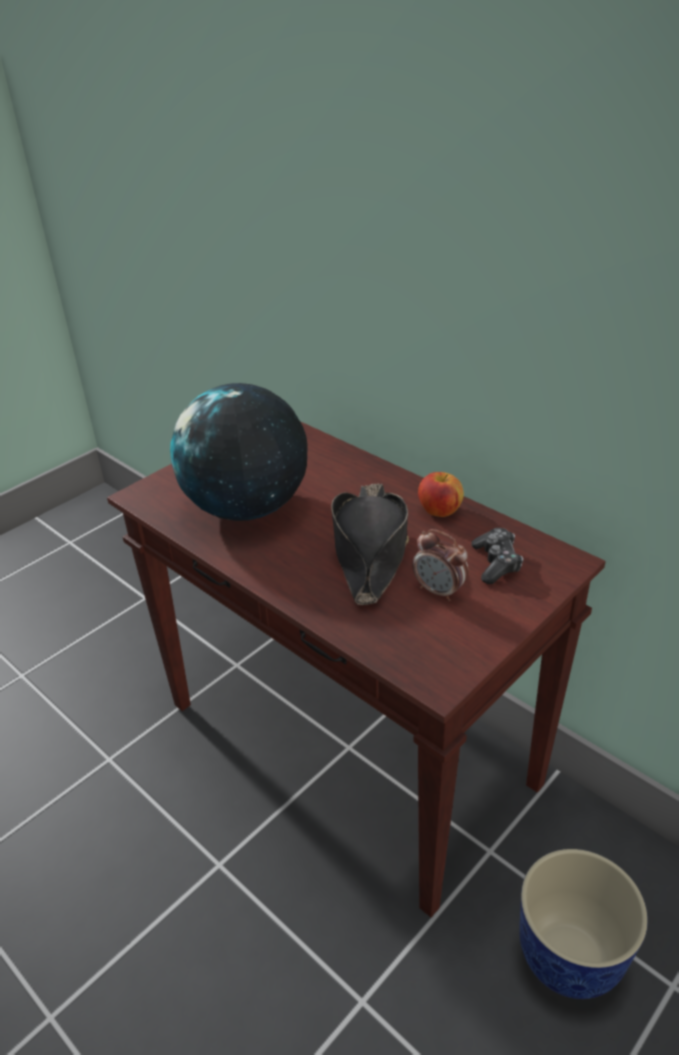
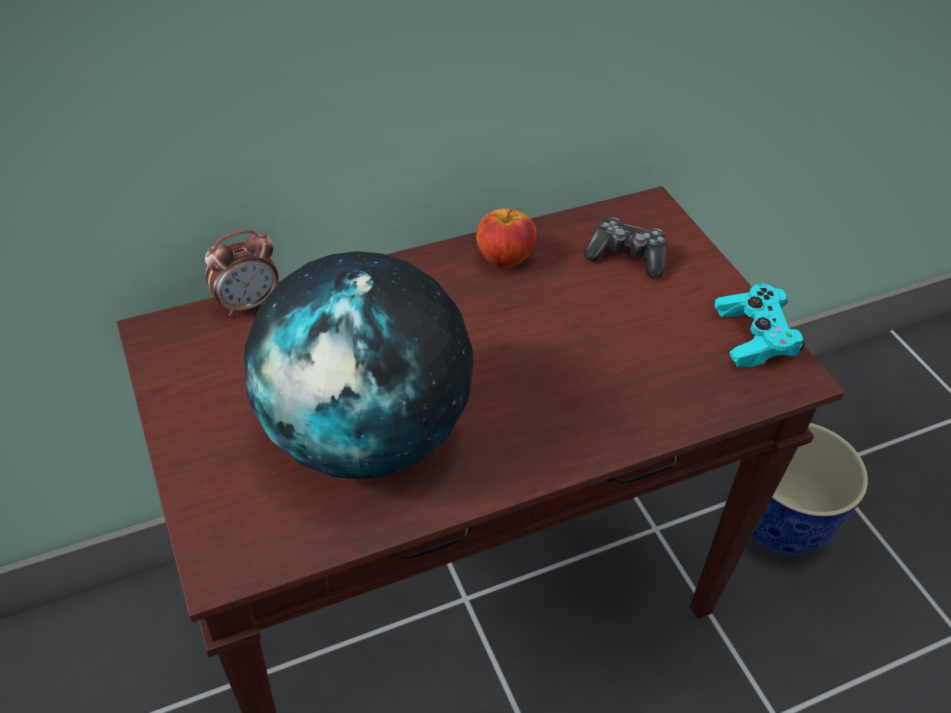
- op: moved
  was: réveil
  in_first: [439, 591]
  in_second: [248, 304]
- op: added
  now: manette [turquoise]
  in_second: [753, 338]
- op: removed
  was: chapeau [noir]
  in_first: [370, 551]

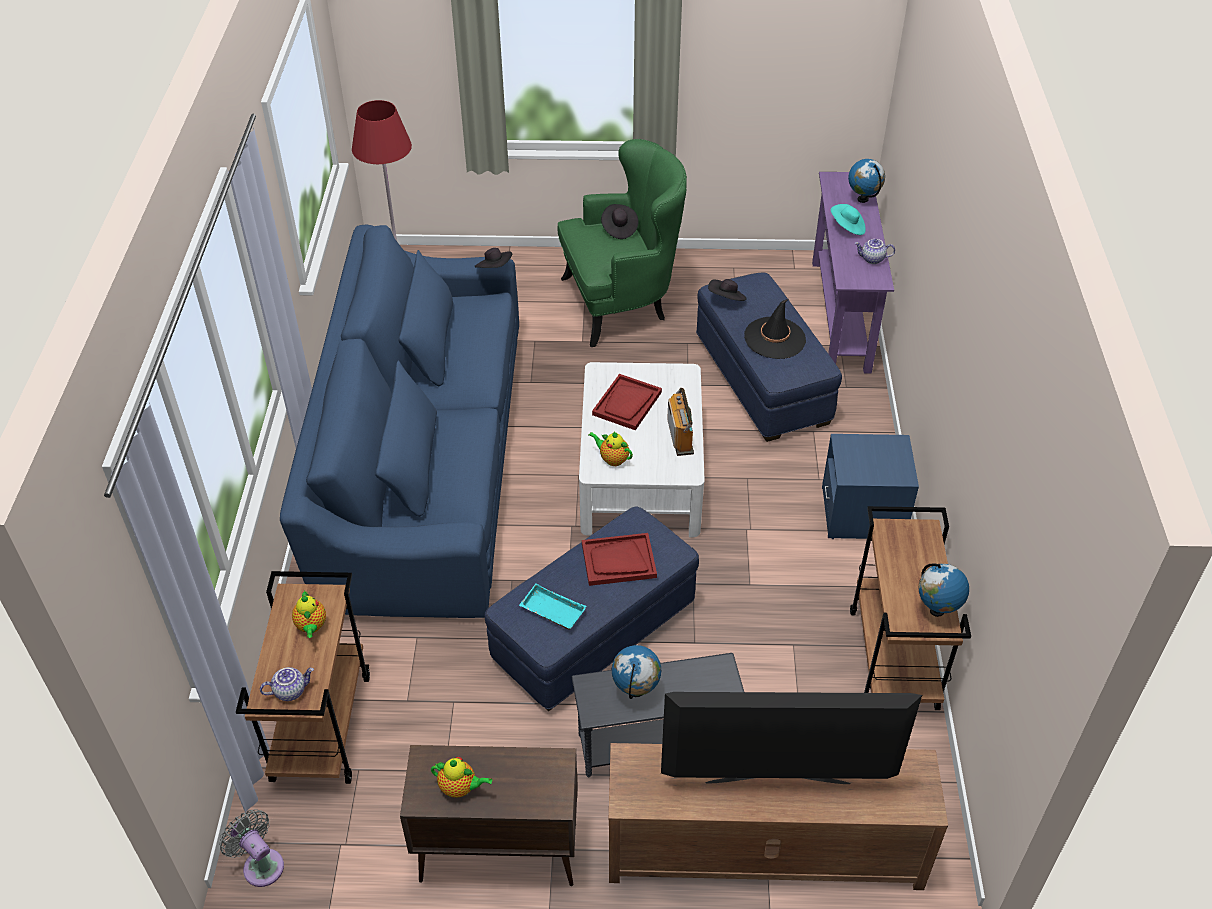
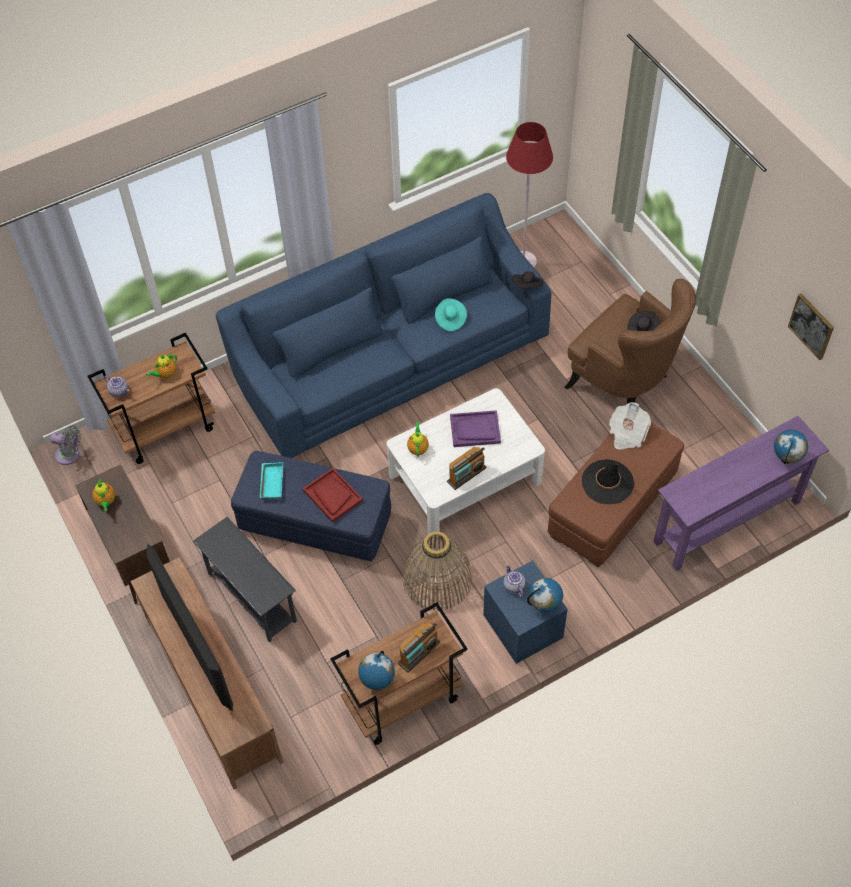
- op: turned
  was: ventilateur [gris]
  in_first: [261, 864]
  in_second: [70, 455]
  clockwise: 90
- op: added
  now: radio
  in_second: [419, 653]
- op: added
  now: panier
  in_second: [437, 579]
- op: moved
  was: chapeau [turquoise]
  in_first: [847, 227]
  in_second: [450, 319]
- op: recoloured
  was: plateau [rouge]
  now: plateau [violet]
  in_first: [627, 404]
  in_second: [475, 430]
- op: moved
  was: théière
  in_first: [872, 259]
  in_second: [513, 586]
- op: moved
  was: globe
  in_first: [636, 691]
  in_second: [544, 606]
- op: recoloured
  was: pouf [bleu]
  now: pouf [marron]
  in_first: [762, 380]
  in_second: [612, 505]
- op: recoloured
  was: fauteuil [vert]
  now: fauteuil [marron]
  in_first: [621, 303]
  in_second: [625, 380]
- op: replaced
  was: chapeau [noir]
  now: journal
  in_first: [727, 299]
  in_second: [627, 433]
- op: added
  now: tableau
  in_second: [811, 326]

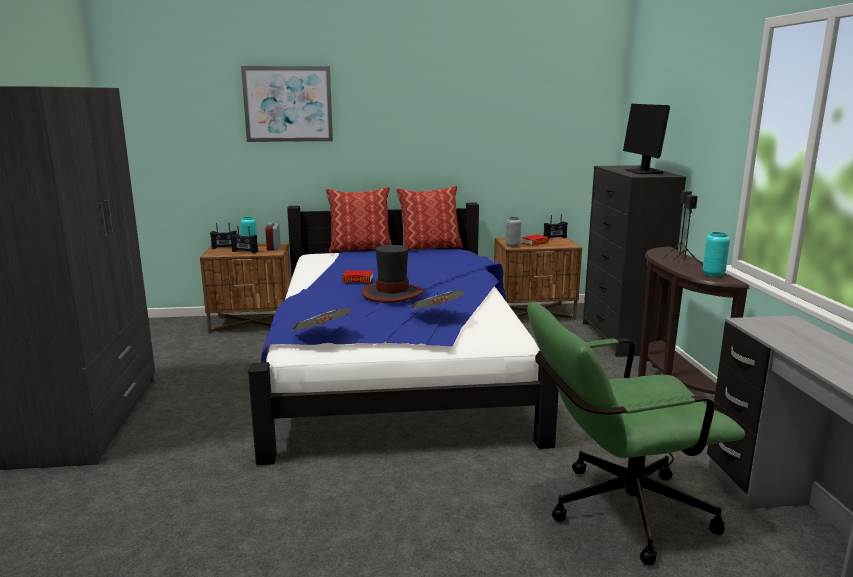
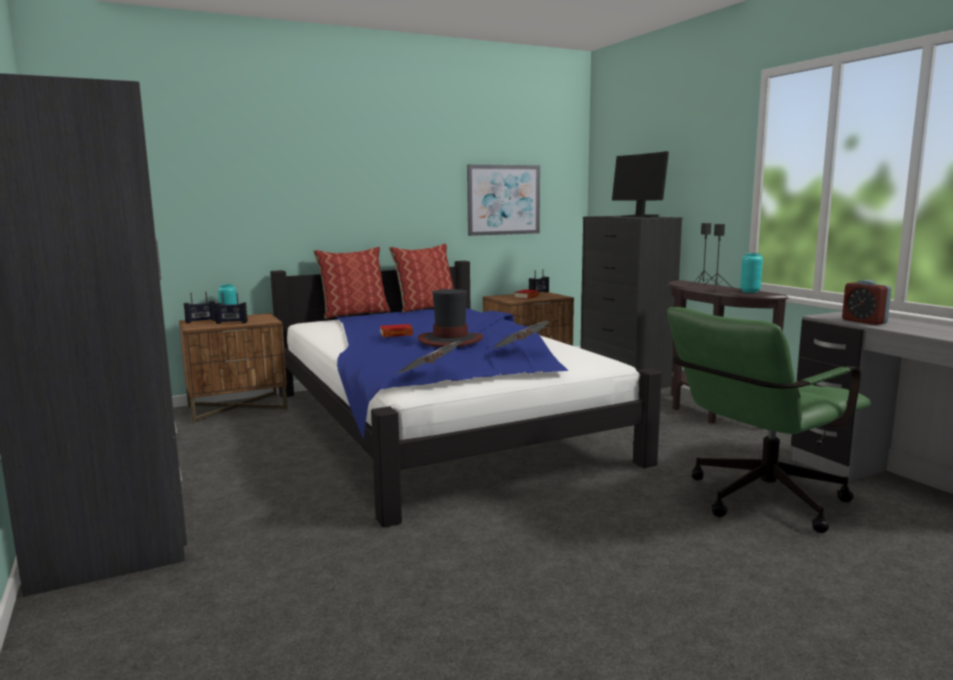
- op: moved
  was: tableau
  in_first: [288, 104]
  in_second: [503, 200]
- op: moved
  was: réveil
  in_first: [273, 248]
  in_second: [864, 321]
- op: removed
  was: vase [gris]
  in_first: [513, 246]

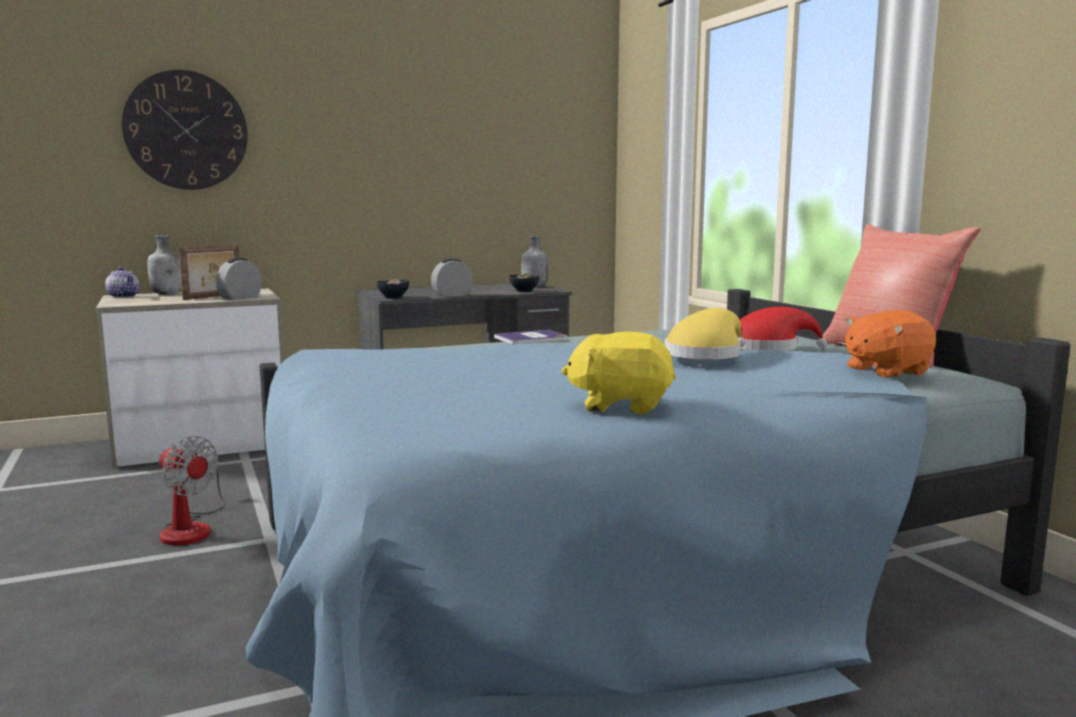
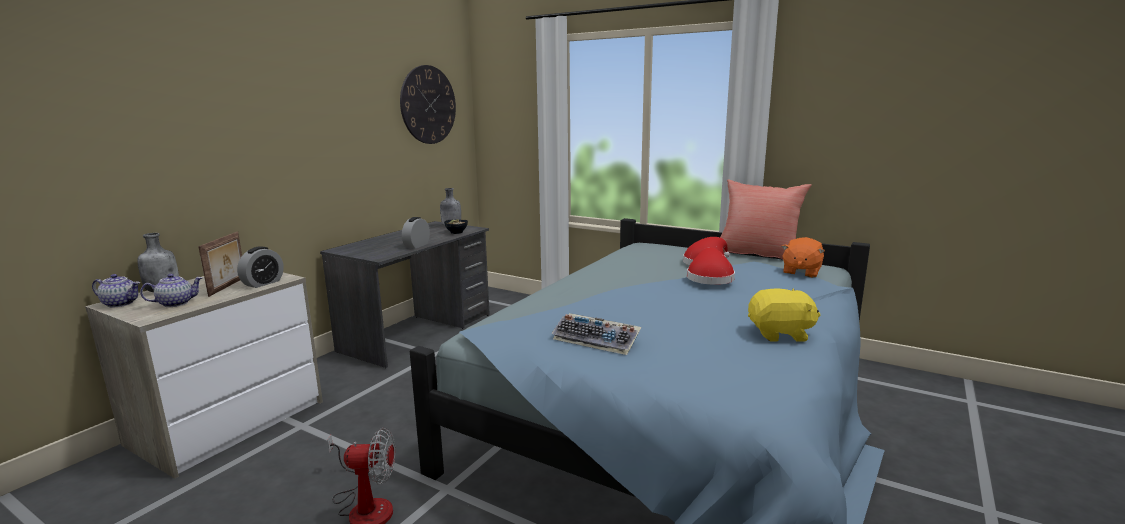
- op: added
  now: théière
  in_second: [176, 303]
- op: turned
  was: réveil
  in_first: [240, 298]
  in_second: [263, 283]
  clockwise: -150
- op: moved
  was: horloge murale
  in_first: [186, 130]
  in_second: [428, 105]
- op: added
  now: clavier
  in_second: [597, 340]
- op: recoloured
  was: chapeau [jaune]
  now: chapeau [rouge]
  in_first: [705, 354]
  in_second: [709, 277]
- op: turned
  was: peluche [jaune]
  in_first: [620, 406]
  in_second: [780, 334]
  clockwise: -150
- op: removed
  was: bol
  in_first: [394, 297]
- op: removed
  was: livre
  in_first: [531, 339]

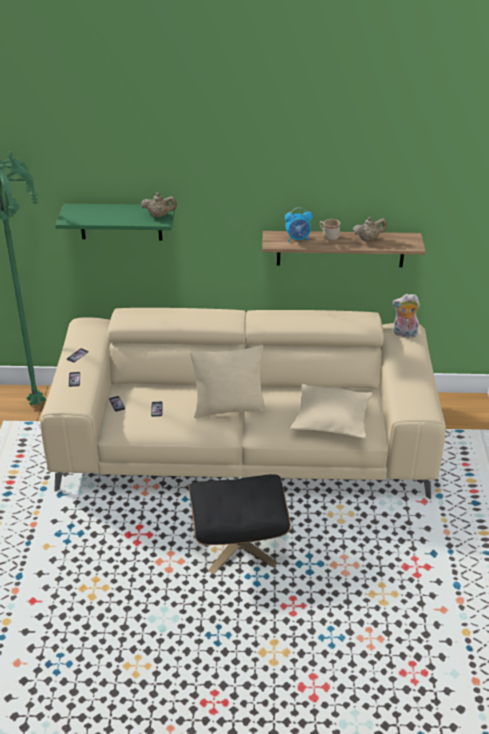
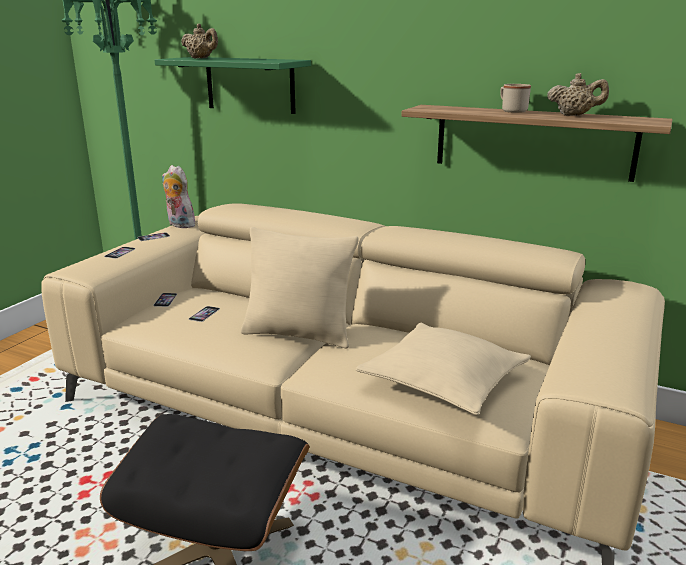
- op: moved
  was: peluche
  in_first: [404, 334]
  in_second: [179, 225]
- op: moved
  was: théière [beige]
  in_first: [159, 216]
  in_second: [201, 58]
- op: removed
  was: réveil
  in_first: [298, 239]

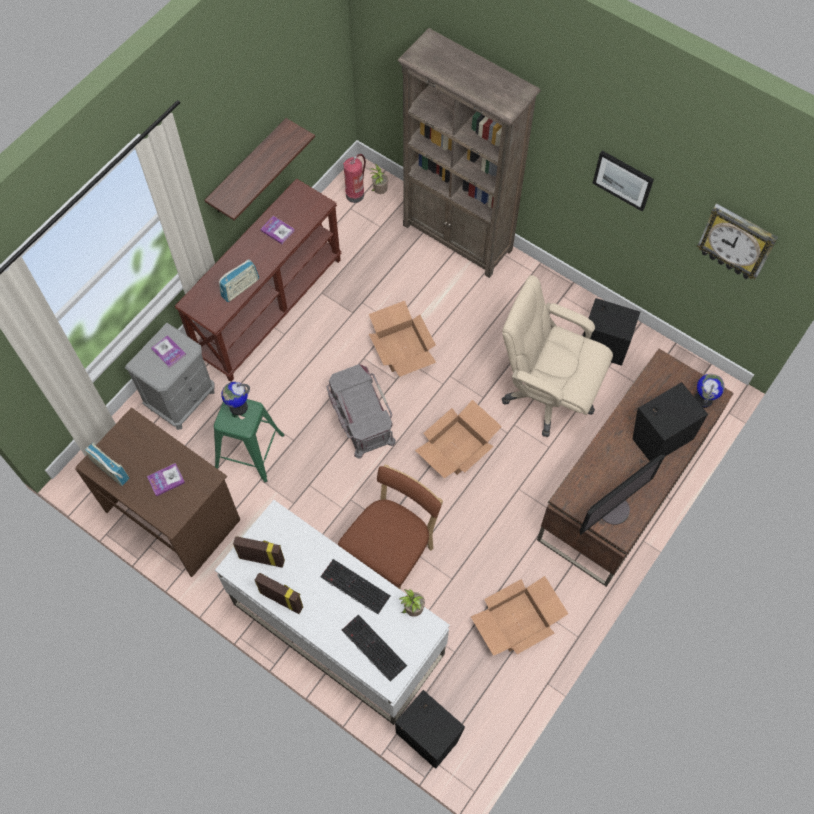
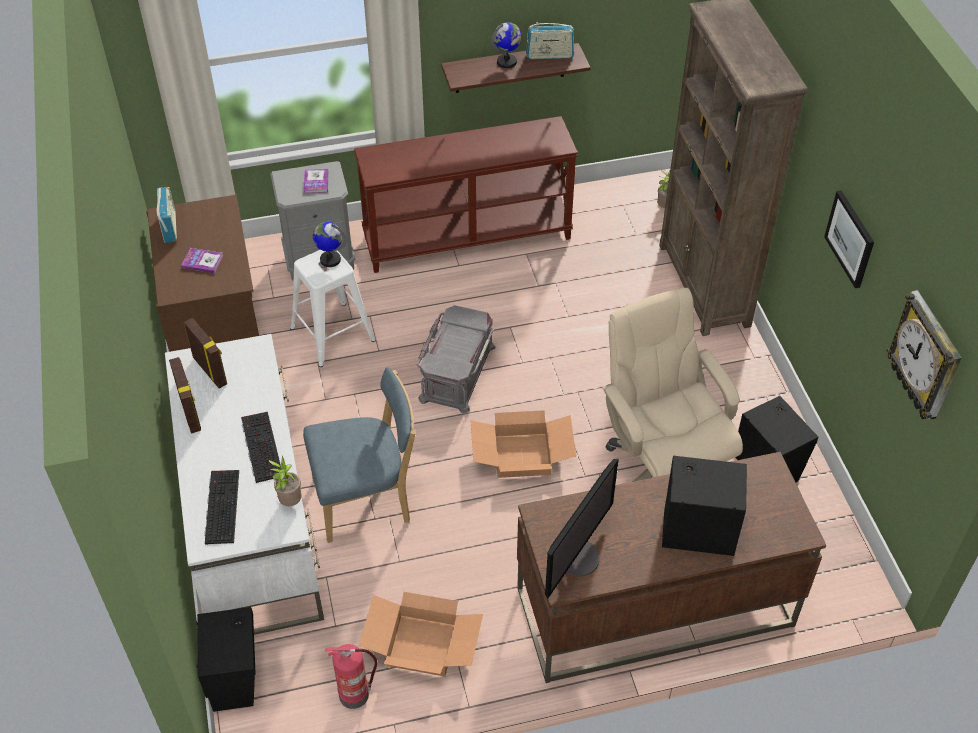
- op: recoloured
  was: tabouret [vert]
  now: tabouret [blanc]
  in_first: [250, 450]
  in_second: [333, 334]
- op: recoloured
  was: chaise [marron]
  now: chaise [bleu]
  in_first: [392, 554]
  in_second: [366, 500]
- op: moved
  was: extincteur
  in_first: [355, 194]
  in_second: [355, 694]
- op: moved
  was: globe
  in_first: [703, 399]
  in_second: [507, 62]
- op: moved
  was: radio
  in_first: [240, 288]
  in_second: [549, 55]
- op: turned
  was: écran d'ordinateur
  in_first: [613, 508]
  in_second: [577, 557]
  clockwise: -60
- op: removed
  was: livre
  in_first: [277, 230]
- op: removed
  was: carton
  in_first: [401, 348]

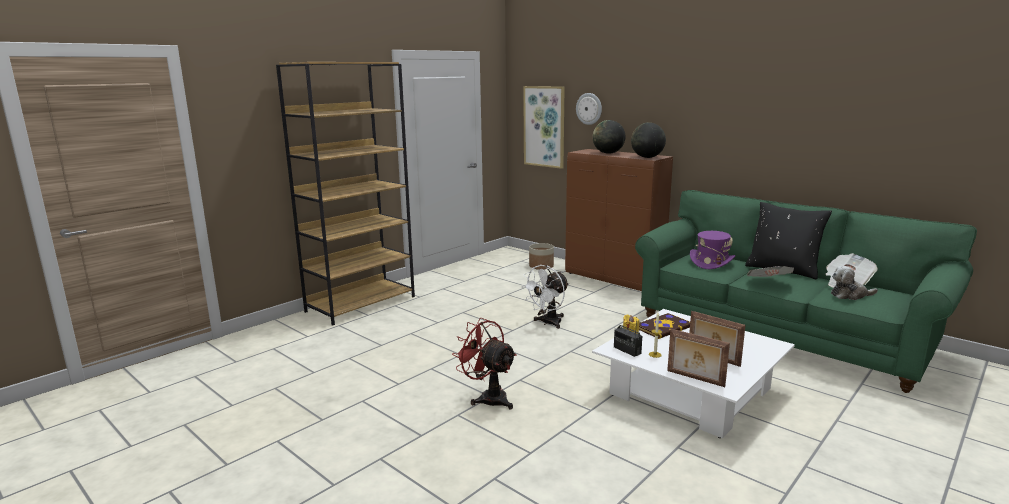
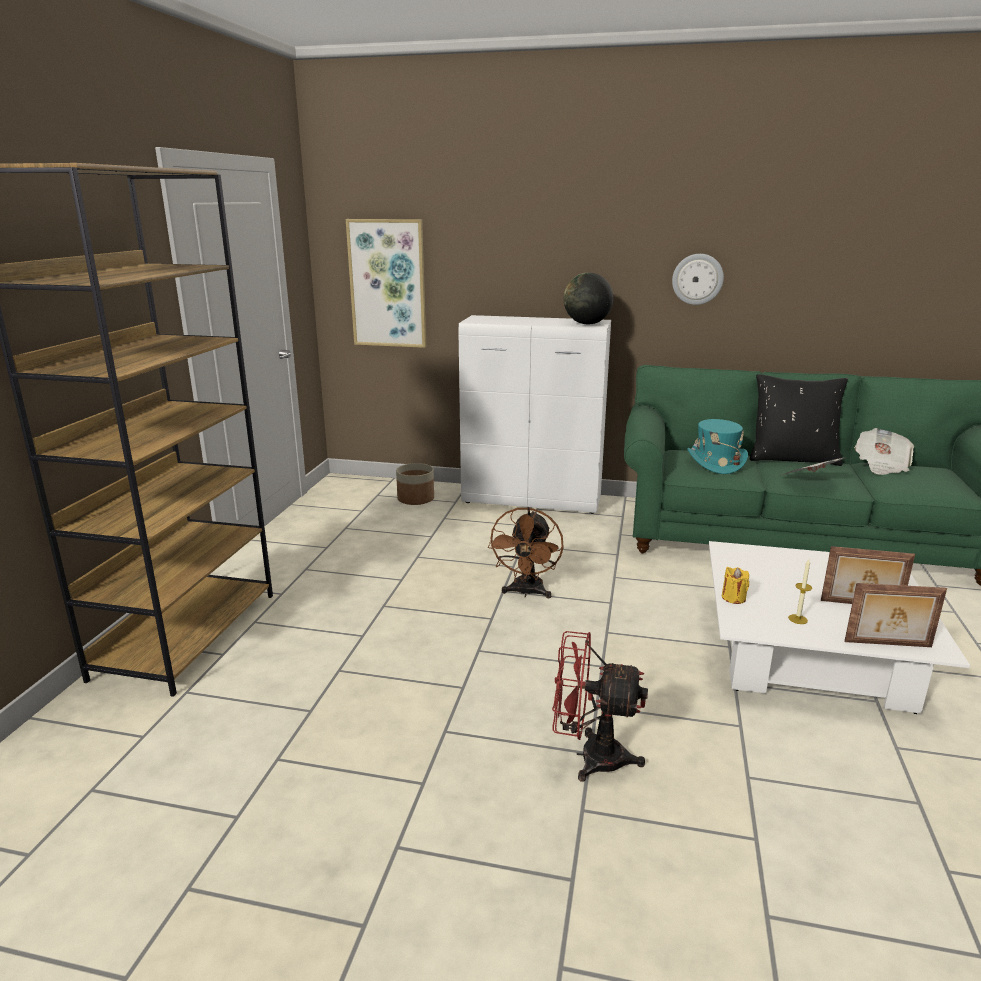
- op: recoloured
  was: meuble de rangement [marron]
  now: meuble de rangement [blanc]
  in_first: [614, 279]
  in_second: [533, 501]
- op: recoloured
  was: ventilateur [blanc]
  now: ventilateur [marron]
  in_first: [548, 323]
  in_second: [526, 593]
- op: moved
  was: horloge murale
  in_first: [589, 108]
  in_second: [697, 279]
- op: recoloured
  was: chapeau [violet]
  now: chapeau [turquoise]
  in_first: [711, 262]
  in_second: [715, 462]
- op: removed
  was: globe
  in_first: [608, 153]
- op: removed
  was: radio
  in_first: [627, 350]
- op: removed
  was: livre
  in_first: [663, 327]
- op: removed
  was: peluche
  in_first: [850, 295]

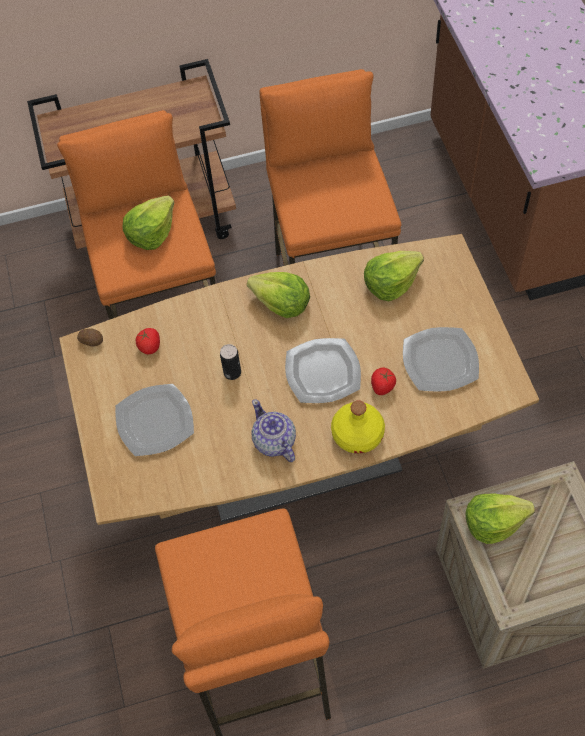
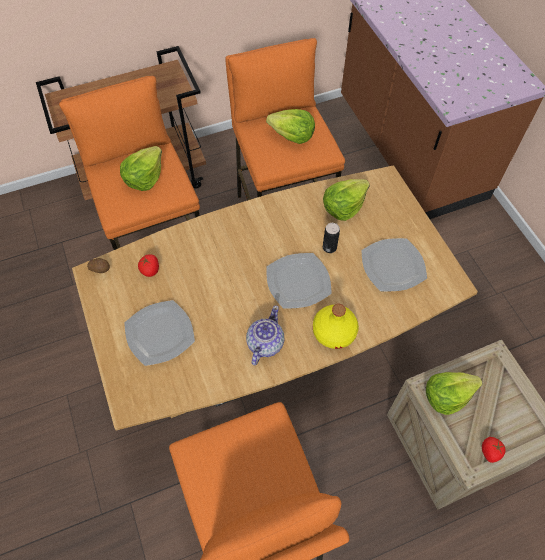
- op: turned
  was: théière
  in_first: [274, 442]
  in_second: [264, 344]
  clockwise: 60
- op: moved
  was: laitue
  in_first: [281, 304]
  in_second: [292, 136]
- op: moved
  was: boîte métallique
  in_first: [232, 372]
  in_second: [329, 247]
- op: moved
  was: tomate
  in_first: [382, 387]
  in_second: [490, 452]

